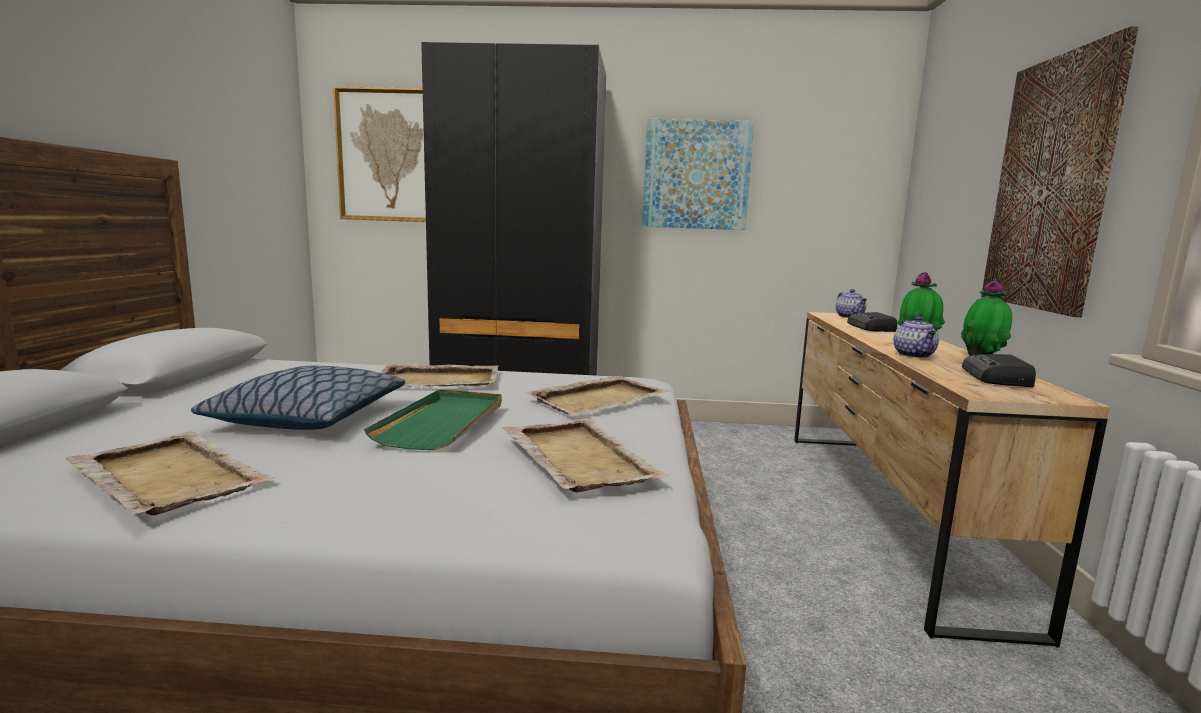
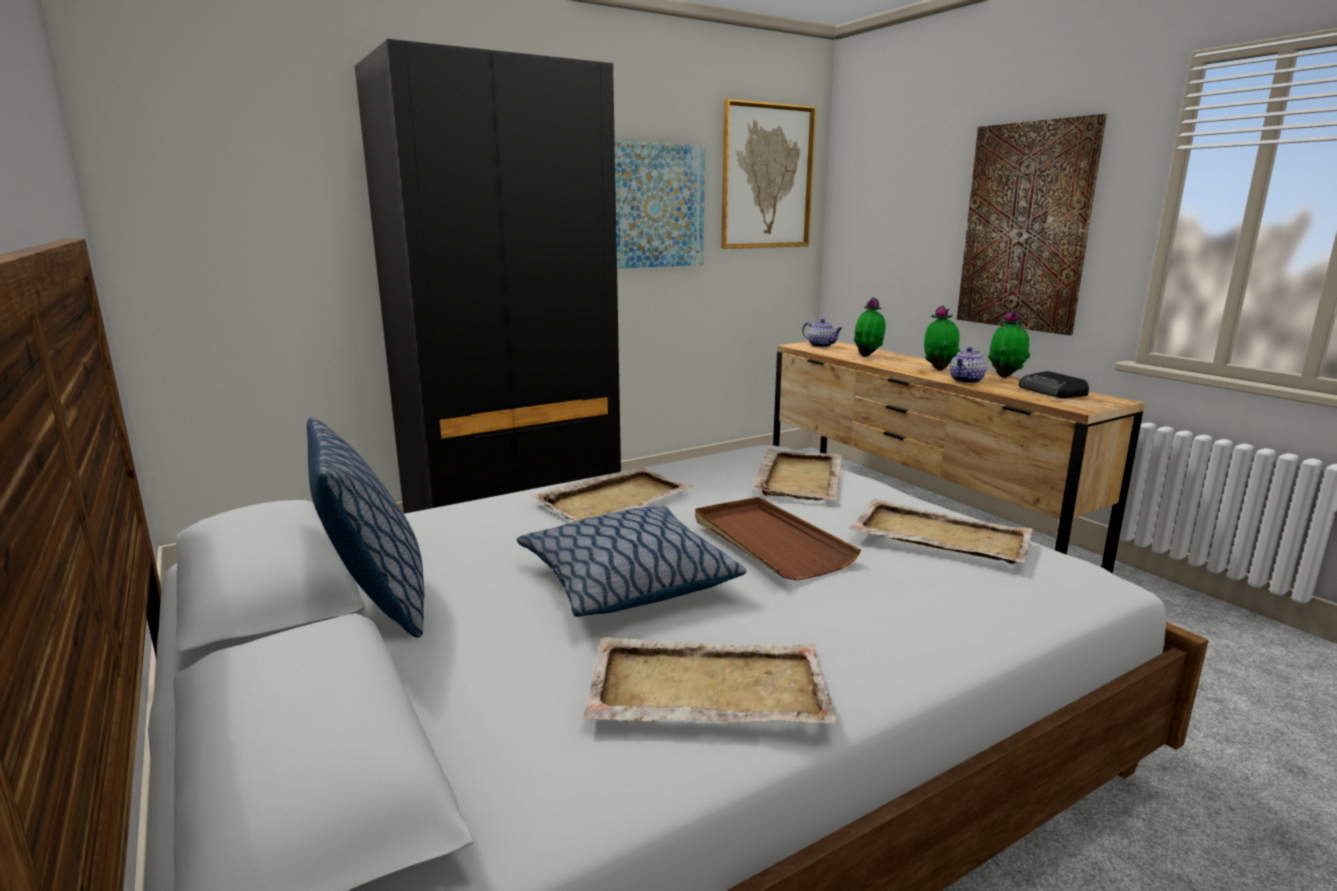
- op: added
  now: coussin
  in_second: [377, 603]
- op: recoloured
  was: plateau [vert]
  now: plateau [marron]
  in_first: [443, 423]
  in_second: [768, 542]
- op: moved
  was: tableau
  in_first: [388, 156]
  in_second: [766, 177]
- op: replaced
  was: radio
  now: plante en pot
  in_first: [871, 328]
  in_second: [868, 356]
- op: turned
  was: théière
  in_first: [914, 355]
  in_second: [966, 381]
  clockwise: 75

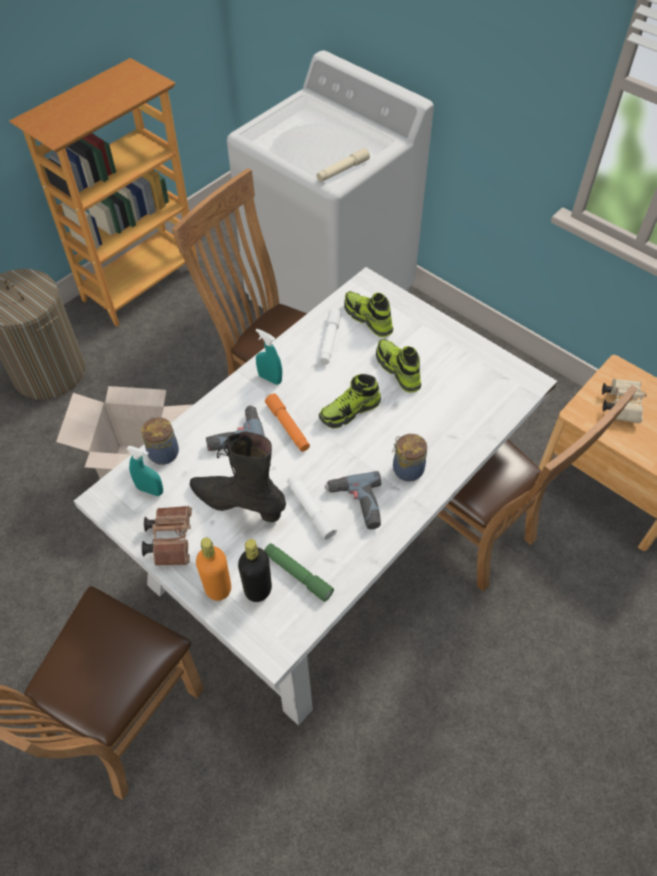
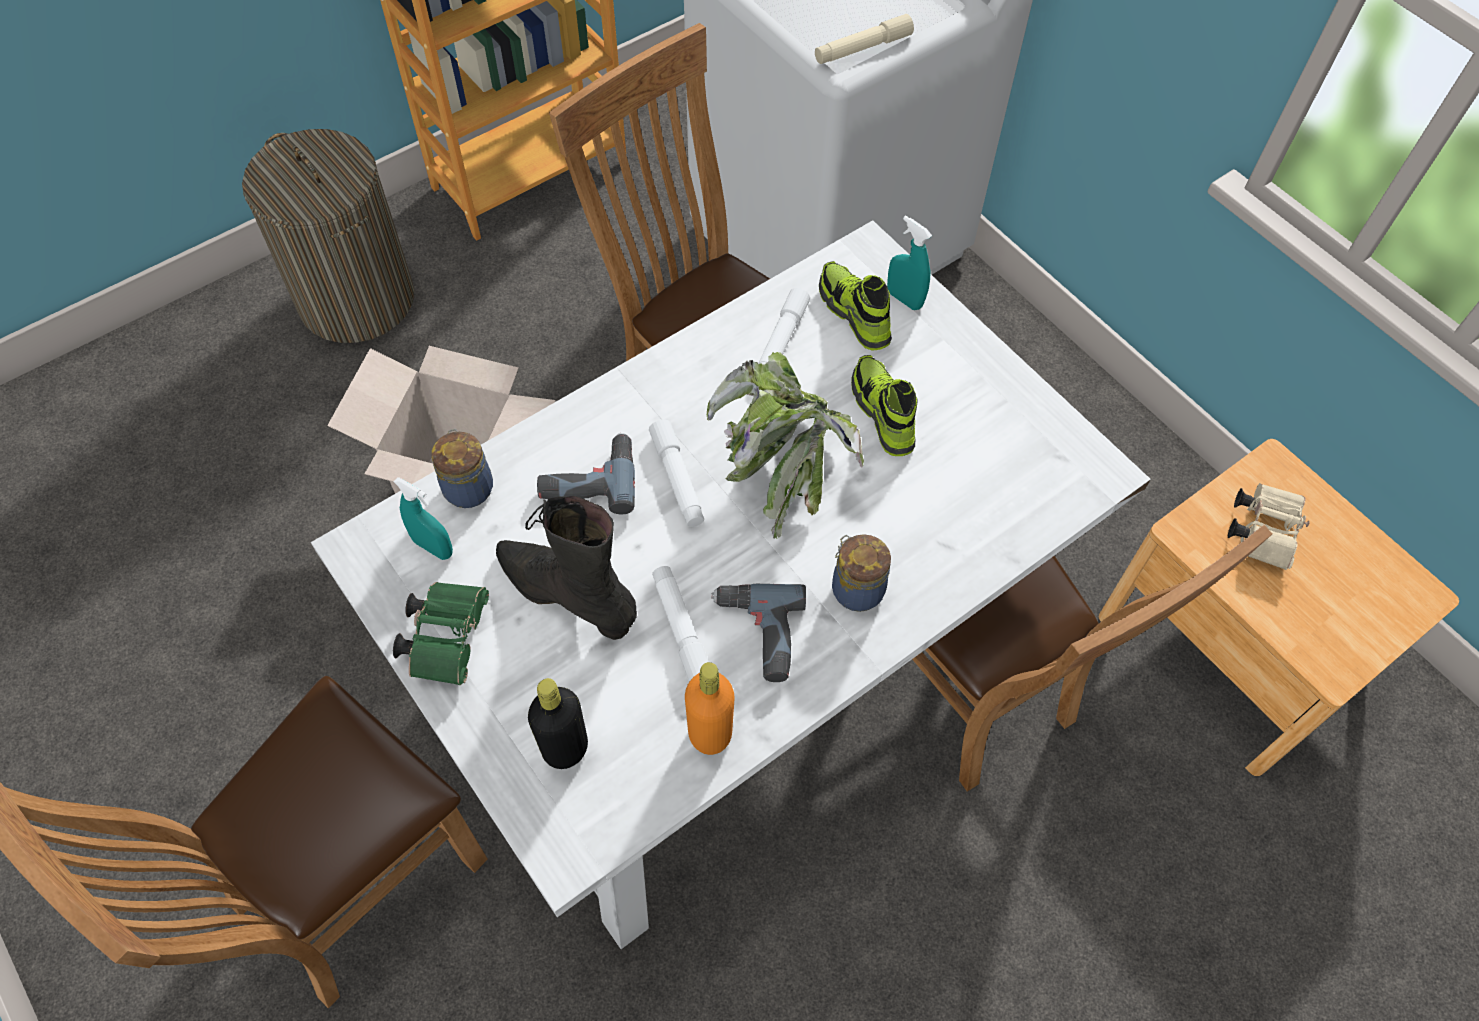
- op: recoloured
  was: jumelles [marron]
  now: jumelles [vert]
  in_first: [171, 539]
  in_second: [447, 636]
- op: recoloured
  was: lampe de poche [orange]
  now: lampe de poche [blanc]
  in_first: [288, 426]
  in_second: [677, 479]
- op: moved
  was: bouteille [orange]
  in_first: [218, 588]
  in_second: [710, 733]
- op: replaced
  was: chaussure
  now: plante en pot
  in_first: [350, 411]
  in_second: [785, 470]
- op: moved
  was: vaporisateur [turquoise]
  in_first: [270, 379]
  in_second: [904, 299]
- op: removed
  was: lampe de poche [vert]
  in_first: [298, 574]

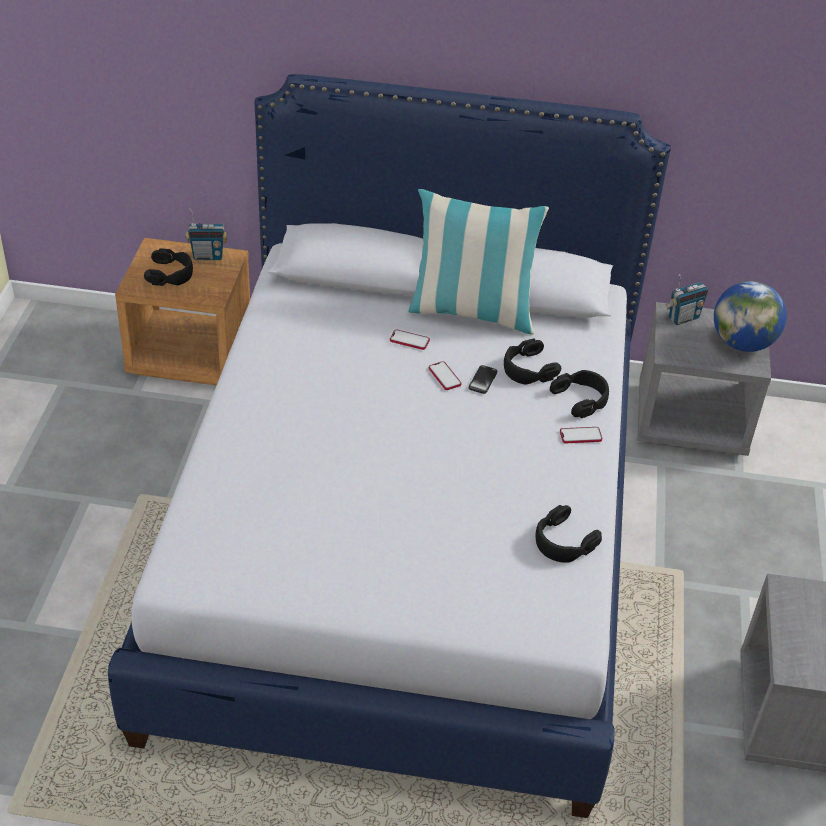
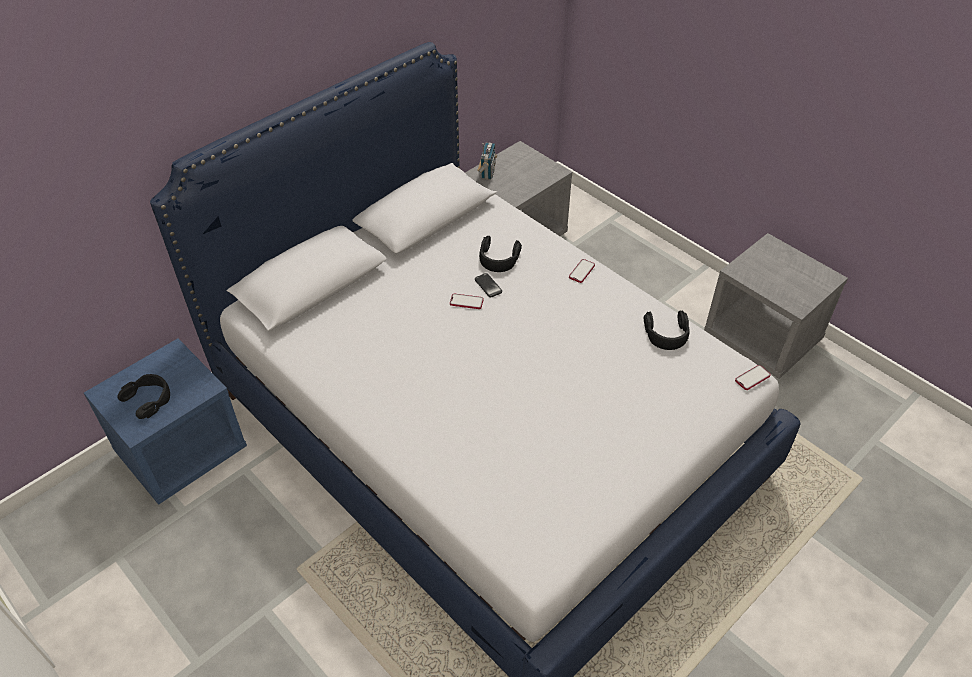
- op: recoloured
  was: table de chevet [marron]
  now: table de chevet [bleu]
  in_first: [191, 355]
  in_second: [182, 451]
- op: moved
  was: téléphone
  in_first: [409, 340]
  in_second: [752, 378]
- op: removed
  was: radio
  in_first: [208, 256]
- op: removed
  was: coussin
  in_first: [472, 312]
- op: removed
  was: casque audio [noir]
  in_first: [581, 399]
- op: removed
  was: globe
  in_first: [742, 343]

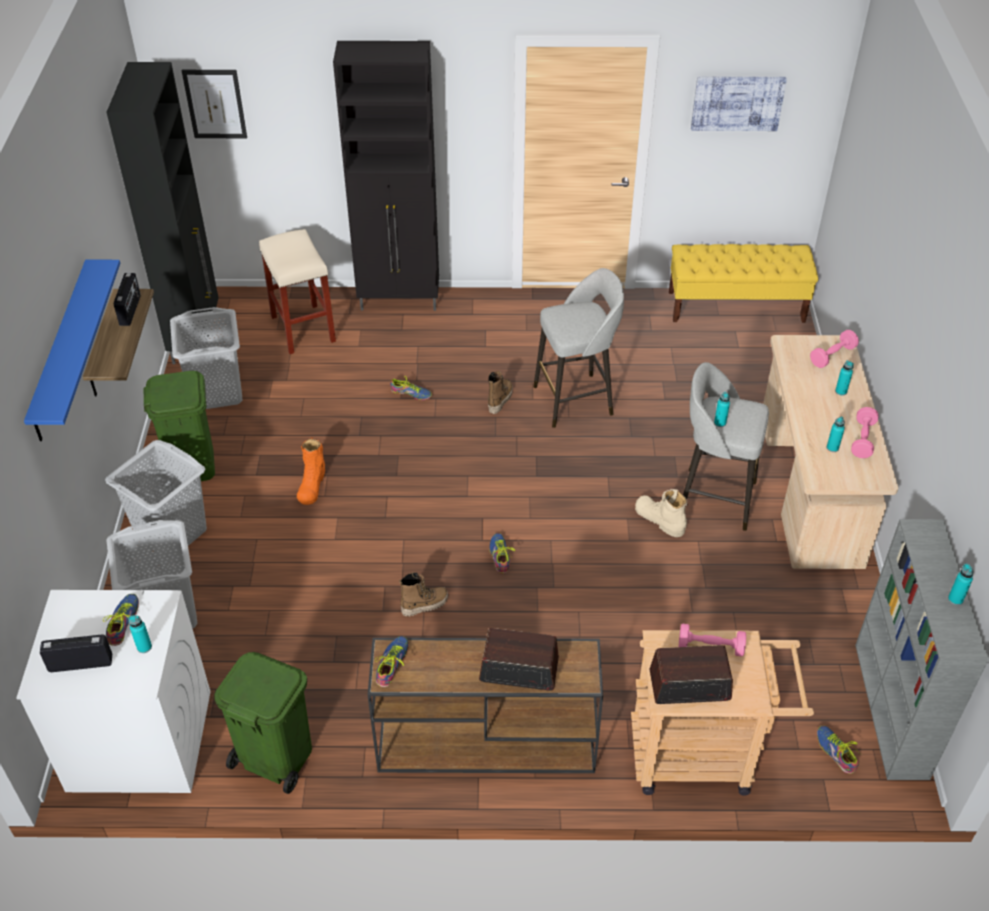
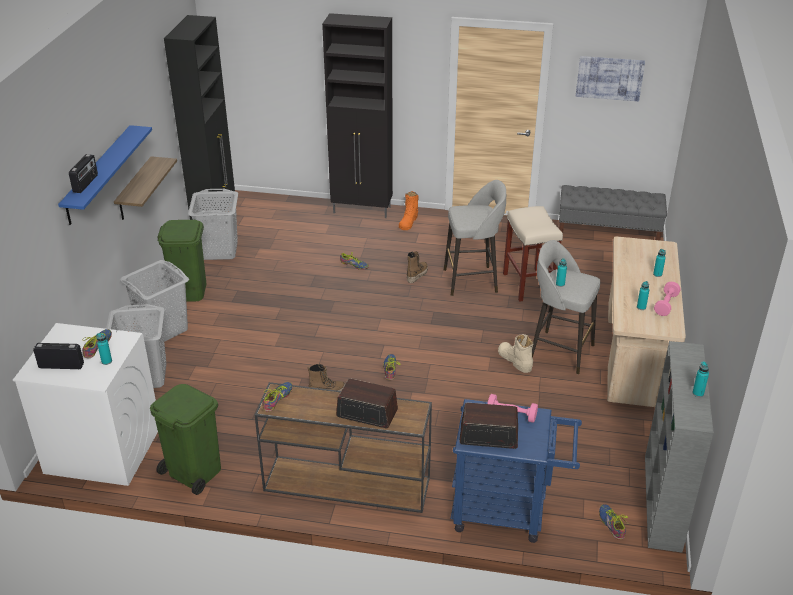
- op: moved
  was: radio
  in_first: [131, 310]
  in_second: [86, 183]
- op: moved
  was: botte [orange]
  in_first: [312, 484]
  in_second: [408, 221]
- op: recoloured
  was: chariot [beige]
  now: chariot [bleu]
  in_first: [703, 754]
  in_second: [508, 512]
- op: moved
  was: tabouret [beige]
  in_first: [302, 328]
  in_second: [528, 284]
- op: recoloured
  was: banc [jaune]
  now: banc [gris]
  in_first: [736, 306]
  in_second: [608, 236]
- op: removed
  was: tableau
  in_first: [215, 104]
- op: removed
  was: haltère [rose]
  in_first: [832, 356]

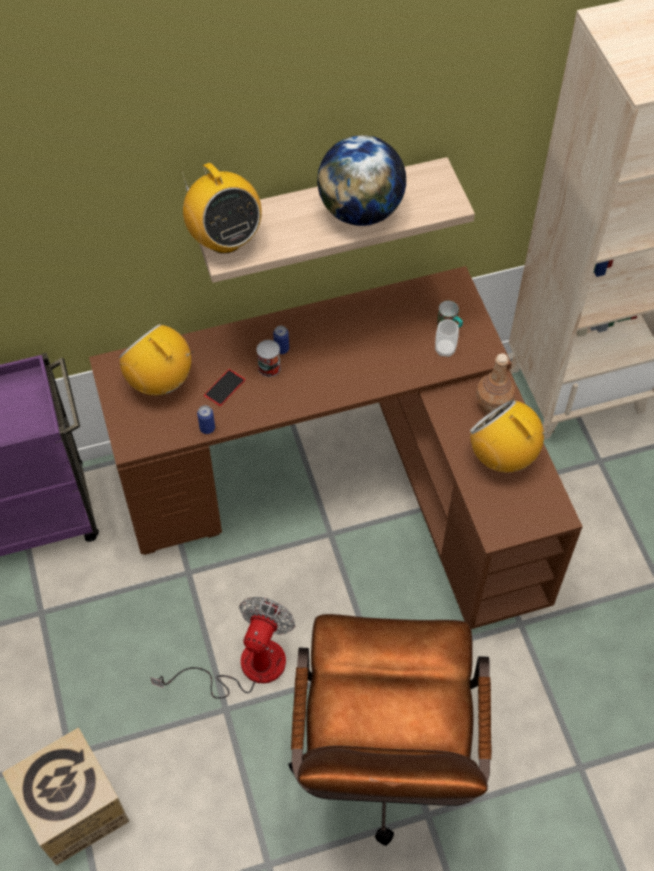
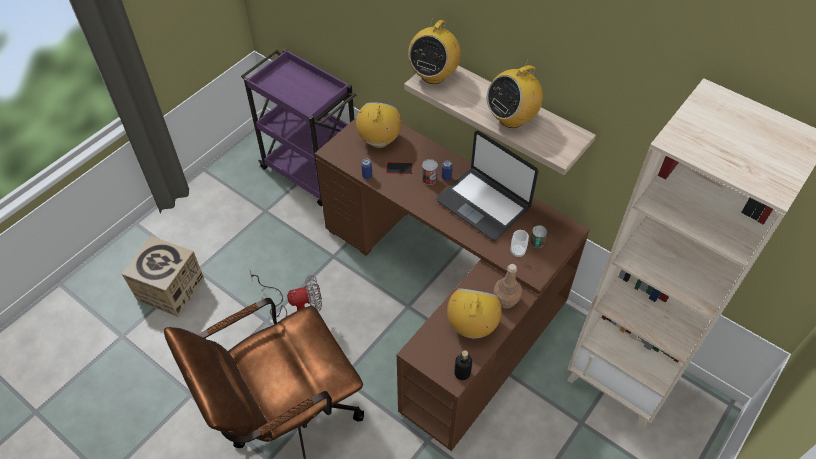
- op: added
  now: ordinateur portable
  in_second: [484, 204]
- op: added
  now: bouteille
  in_second: [462, 373]
- op: replaced
  was: globe
  now: radio
  in_first: [361, 211]
  in_second: [511, 118]

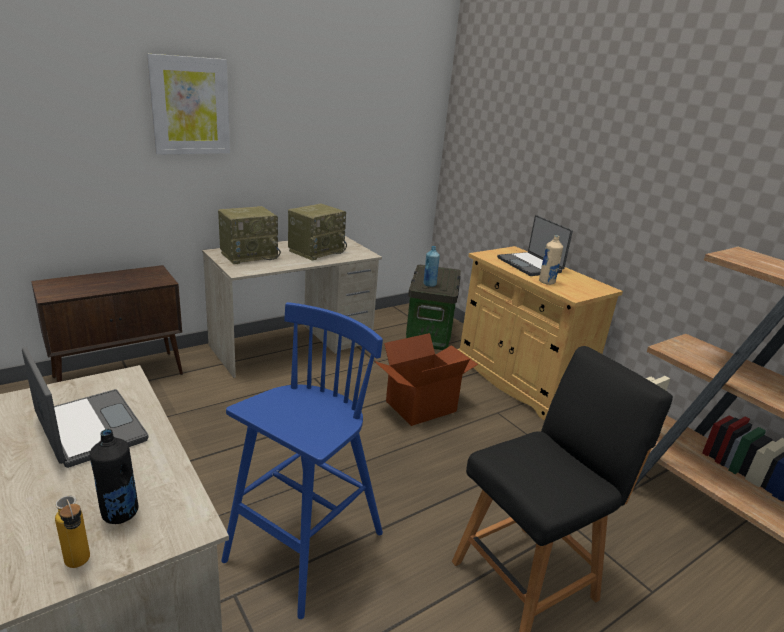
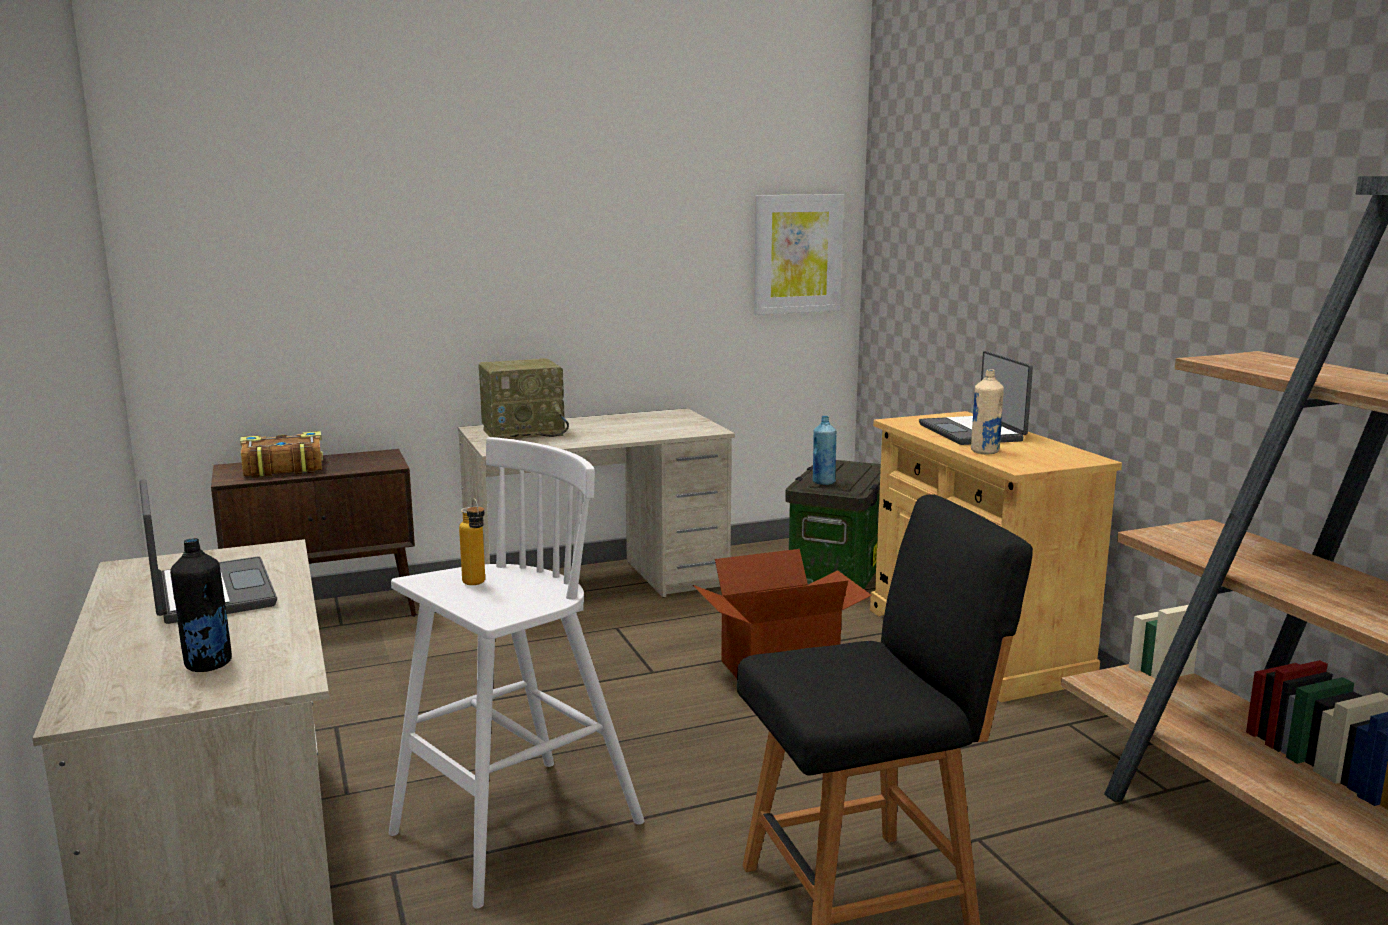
- op: added
  now: livre
  in_second: [282, 467]
- op: recoloured
  was: tabouret [bleu]
  now: tabouret [blanc]
  in_first: [303, 549]
  in_second: [513, 830]
- op: moved
  was: bouteille
  in_first: [80, 566]
  in_second: [476, 585]
- op: moved
  was: tableau
  in_first: [190, 106]
  in_second: [797, 254]
- op: removed
  was: radio
  in_first: [316, 251]

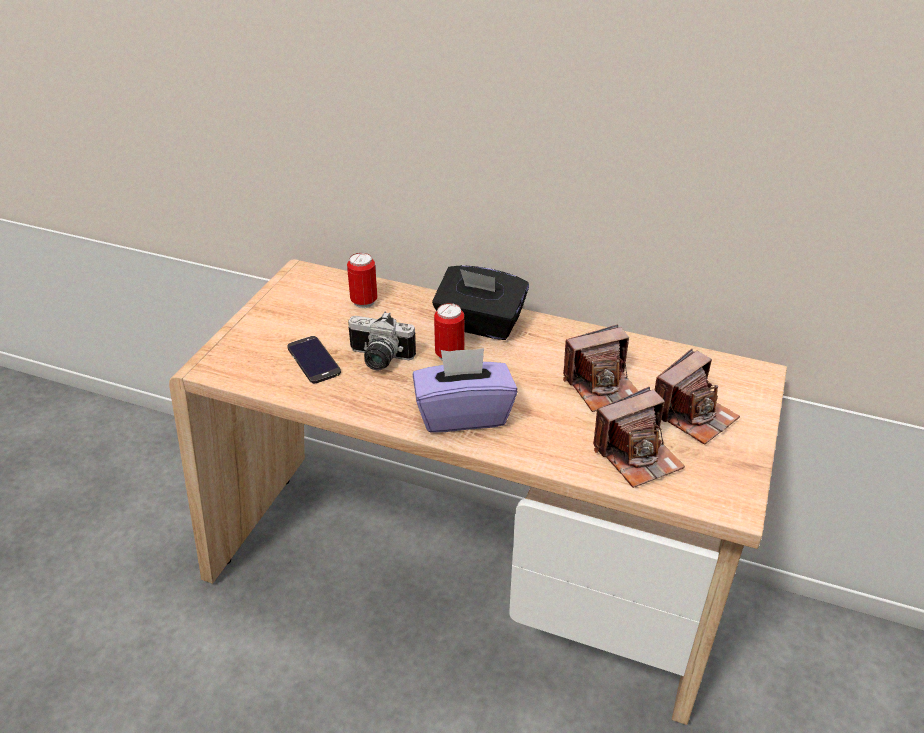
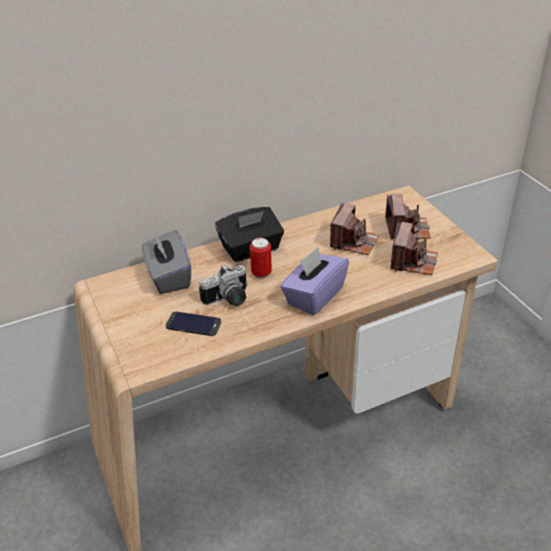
- op: replaced
  was: boîte métallique
  now: boîte à mouchoirs [gris]
  in_first: [364, 302]
  in_second: [168, 277]

